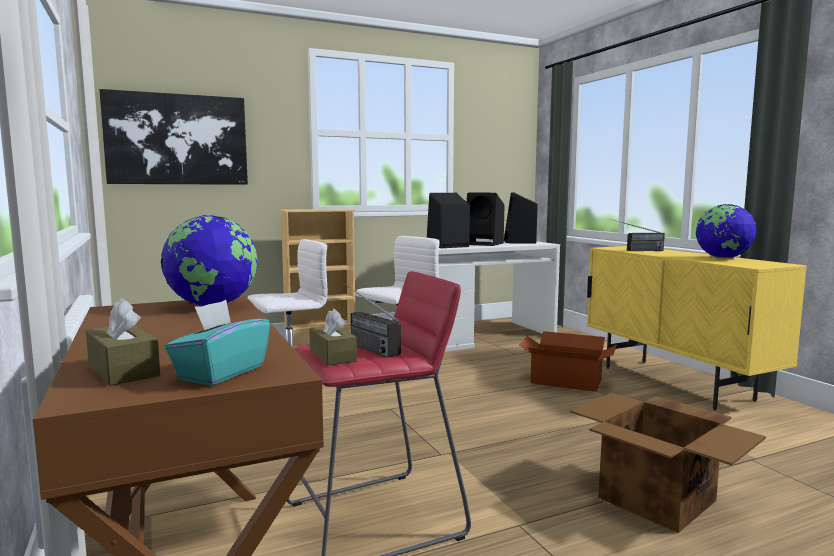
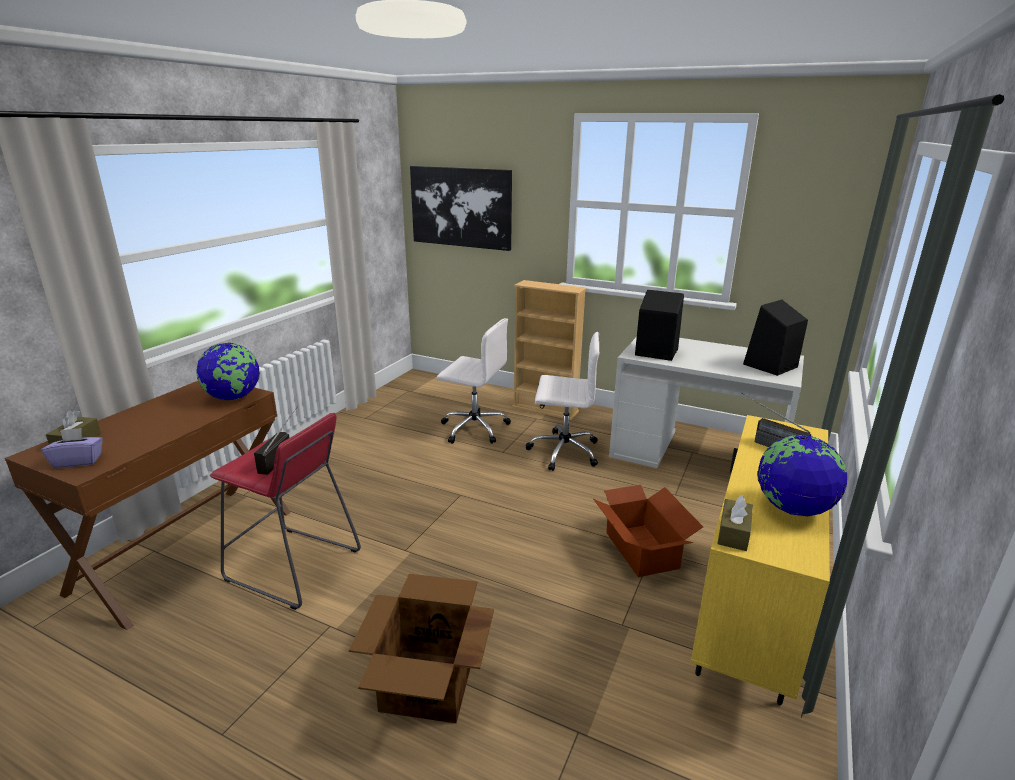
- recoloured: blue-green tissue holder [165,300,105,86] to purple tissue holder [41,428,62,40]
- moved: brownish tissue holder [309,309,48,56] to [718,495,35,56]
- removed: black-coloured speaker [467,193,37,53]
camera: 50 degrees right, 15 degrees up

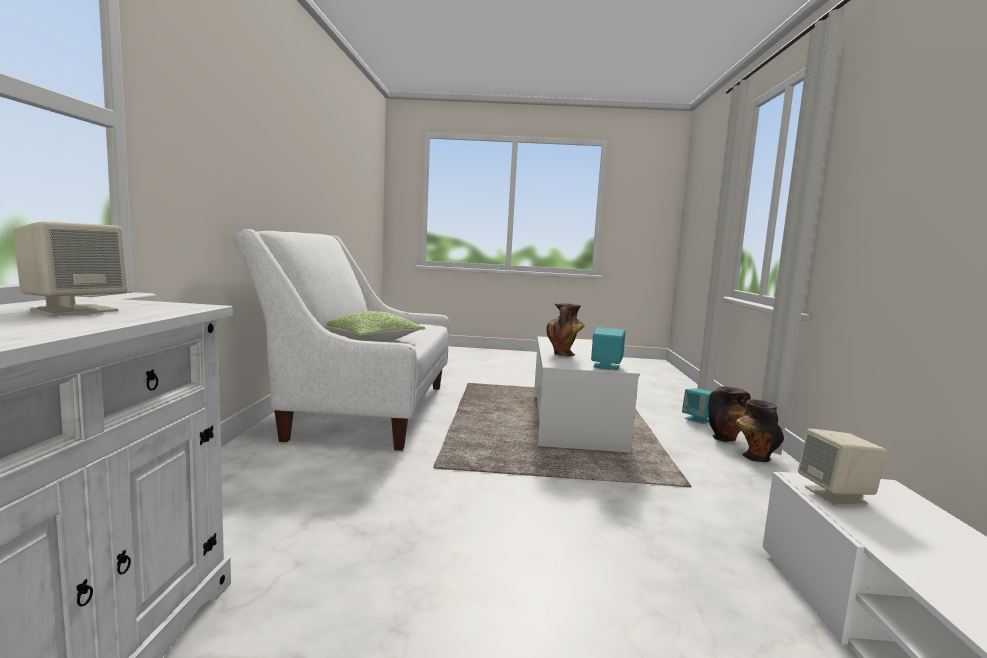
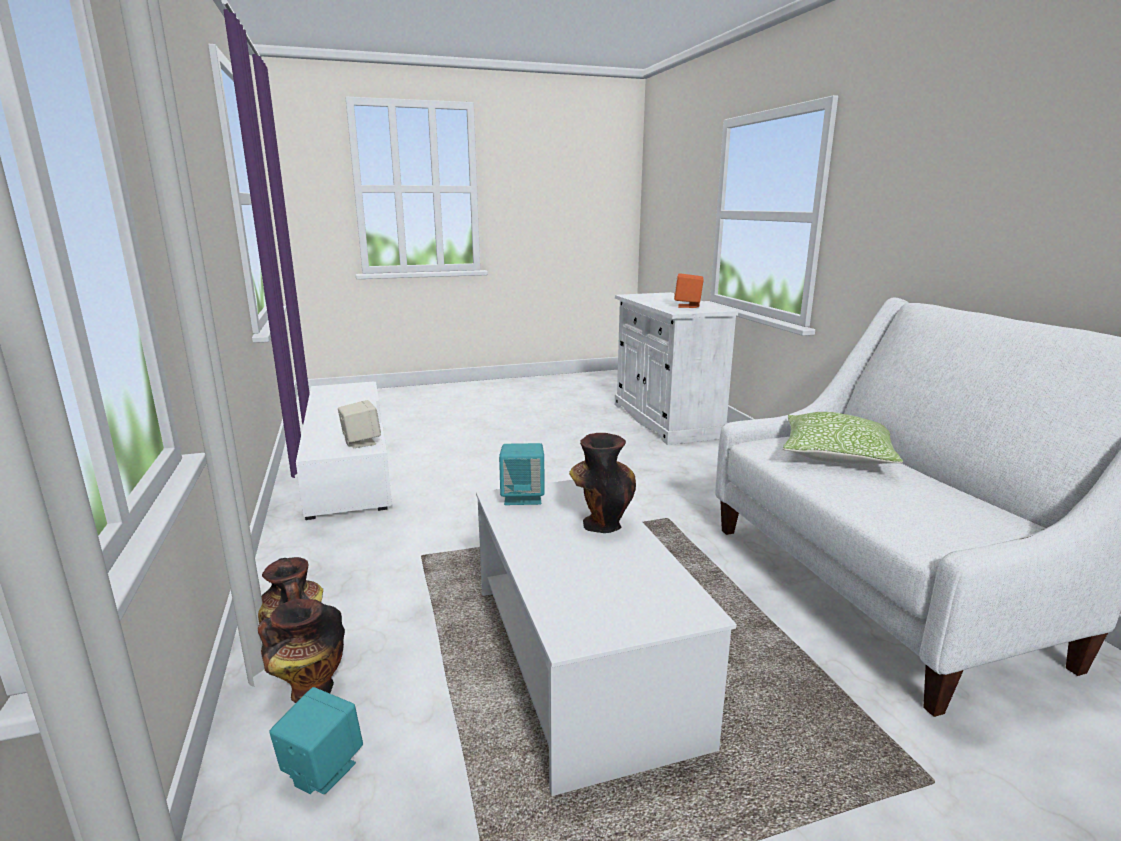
- recoloured: beige-coloured speaker [13,221,115,94] to orange speaker [674,273,30,35]
camera: 160 degrees right, 10 degrees up

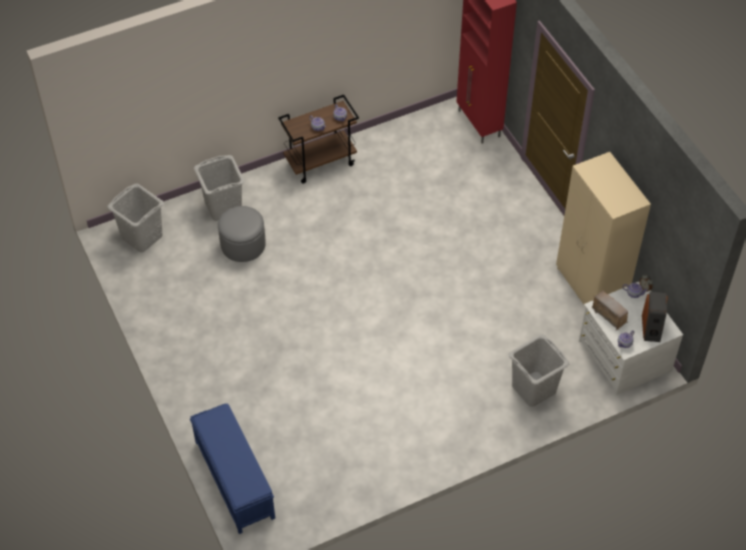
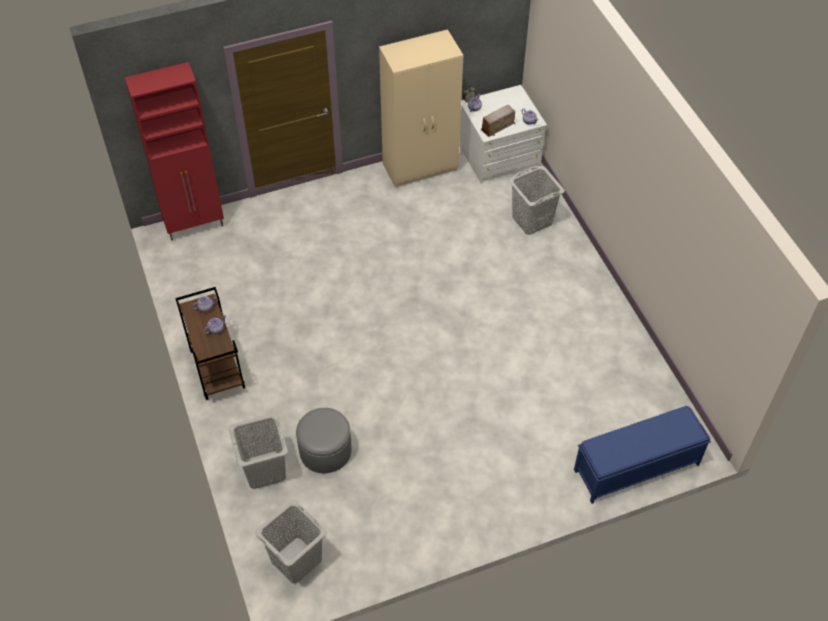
- removed: speaker [642,292,26,50]
camera: 85 degrees left, 0 degrees up

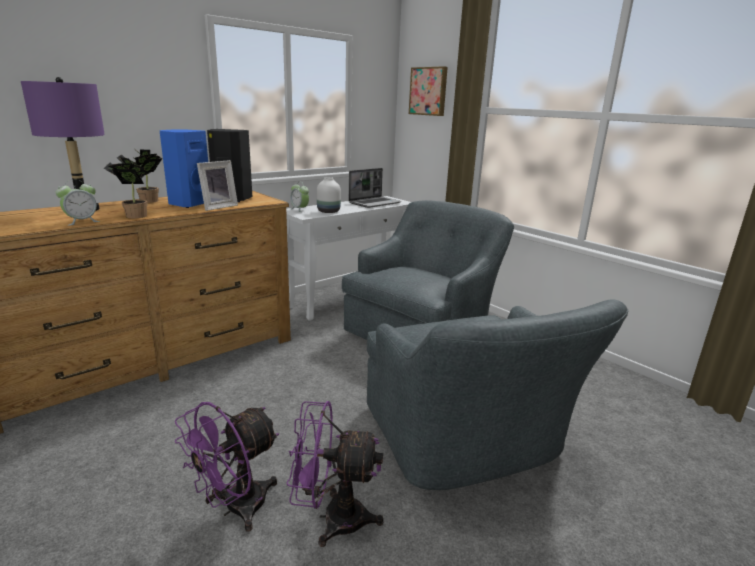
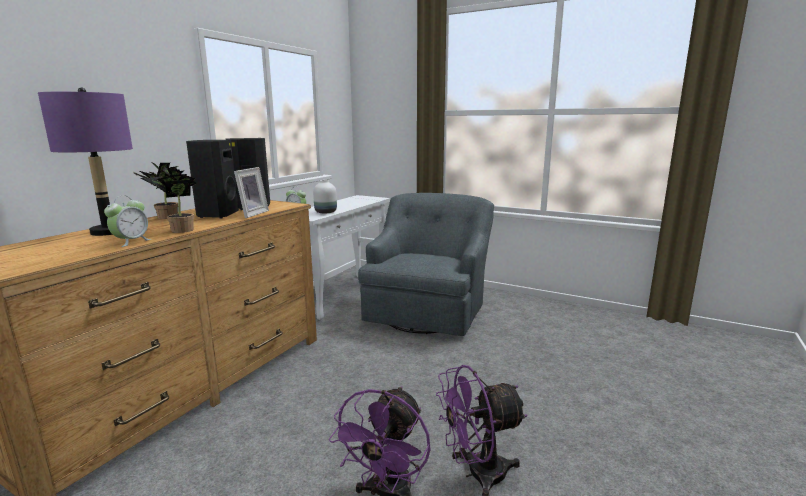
- recoloured: blue-coloured speaker [160,129,48,79] to black-coloured speaker [186,140,53,79]
- removed: notebook computer [349,168,53,40]
- removed: greyish lounge chair [367,300,261,190]
- removed: picture [409,66,39,50]
camera: 20 degrees left, 5 degrees down

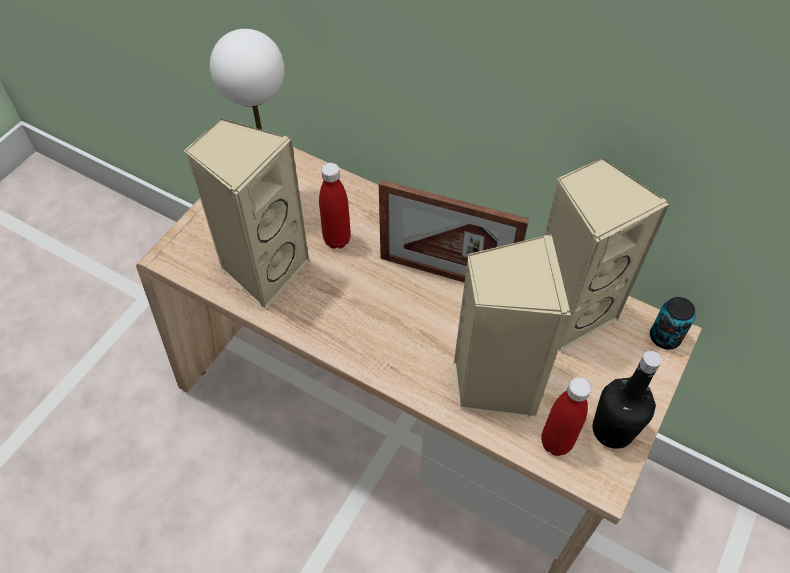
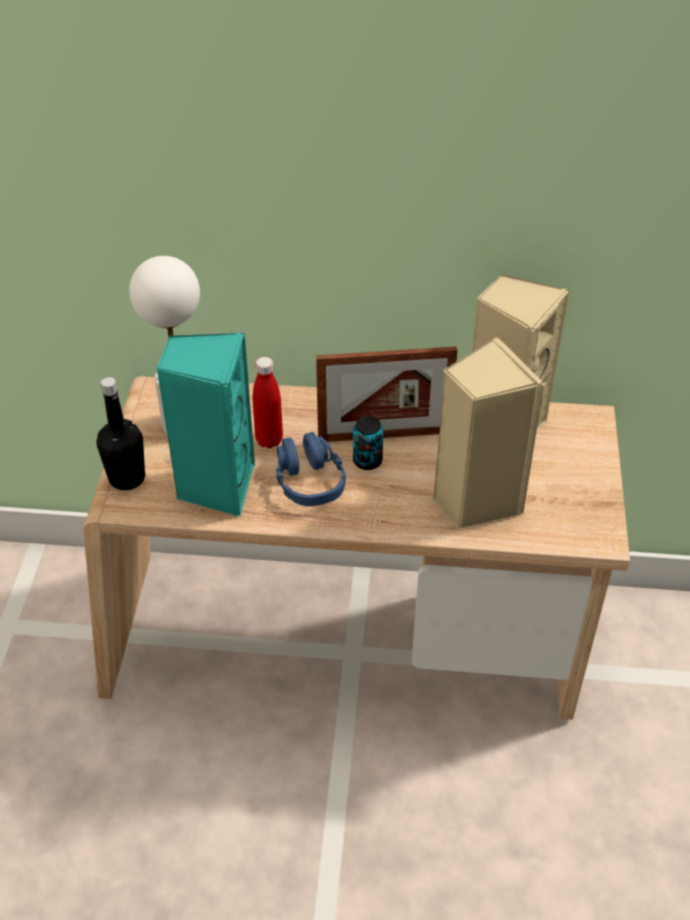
- recoloured: beige-coloured speaker [184,117,126,192] to blue-green speaker [156,333,99,184]
- removed: red-coloured beverage bottle [541,377,50,79]
- moved: black-coloured beverage bottle [592,351,70,98] to [96,377,49,113]
- moved: metal can [650,297,46,53] to [353,416,31,54]
- added: blue-coloured pair of headphones [276,432,70,74]
camera: 25 degrees left, 10 degrees down

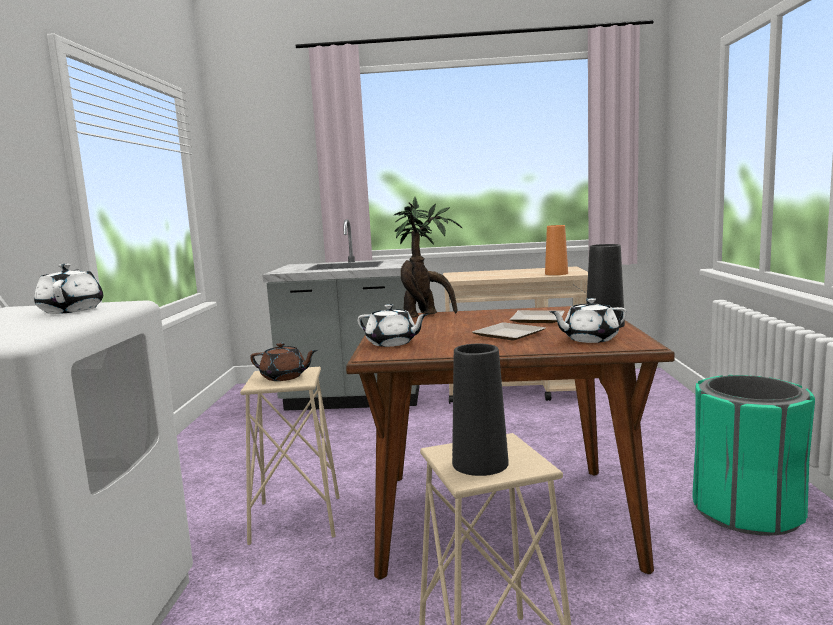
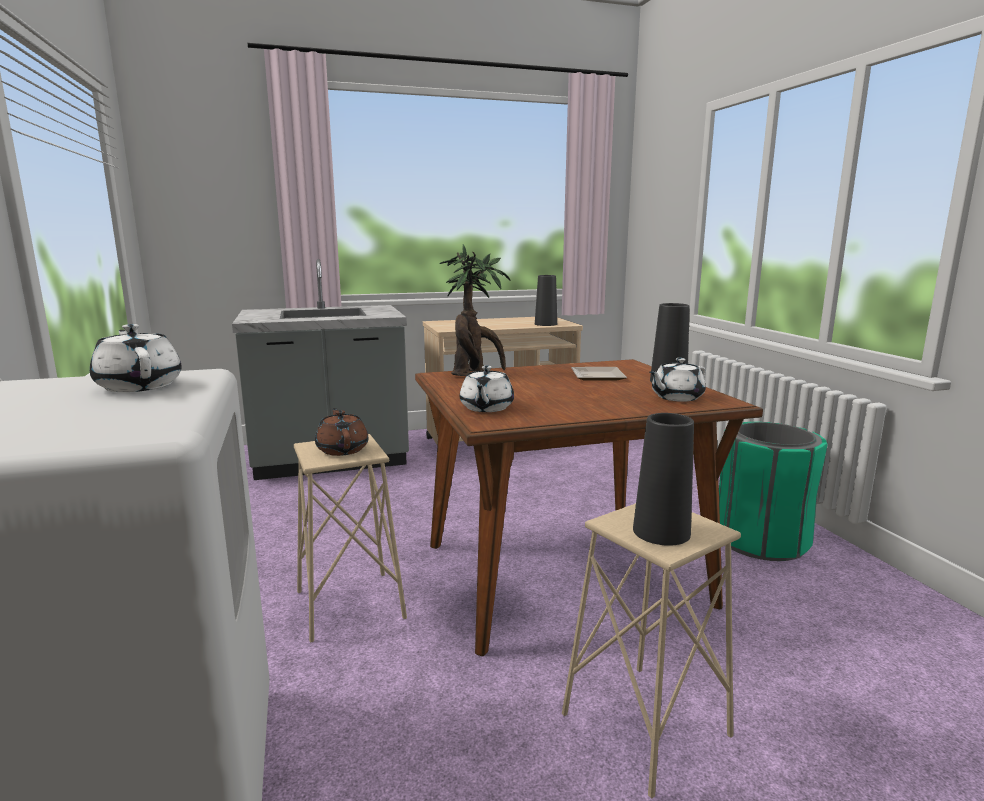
- turned: brownish tea pot [250,342,68,39] = [315,408,54,48] 105 degrees counterclockwise
- turned: white-coloured tea pot [357,304,71,43] = [460,366,54,46] 90 degrees clockwise
- removed: flat dish [472,322,74,19]
- recoloured: orange flower vase [545,225,23,50] to black-coloured flower vase [535,275,22,51]
camera: 20 degrees left, 5 degrees up

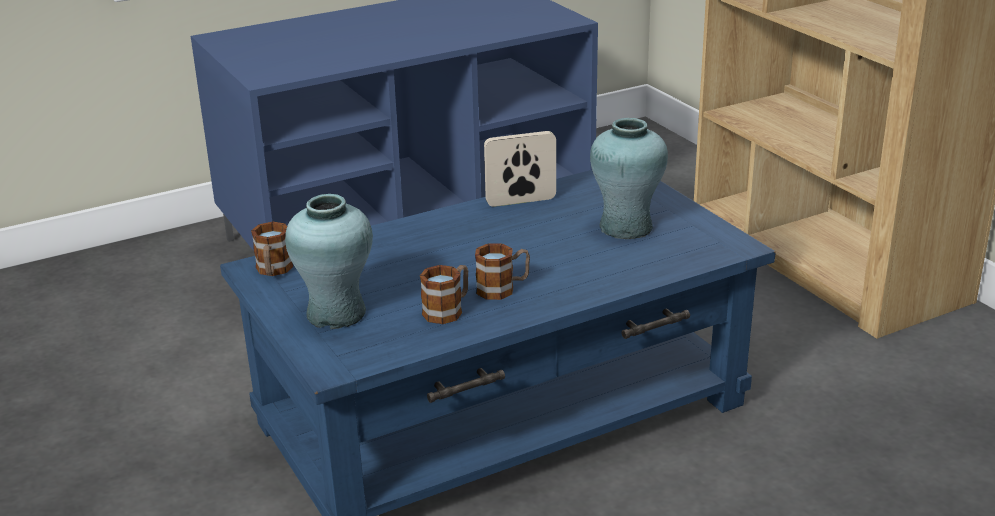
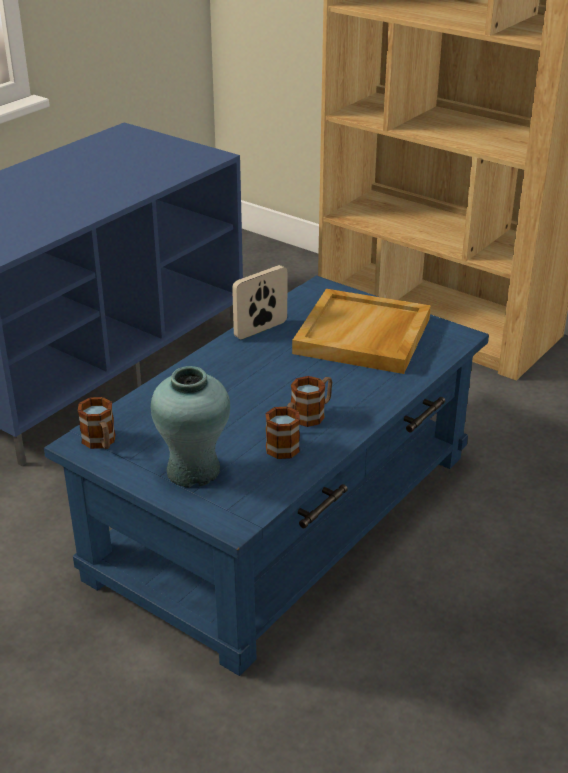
- replaced: blue-green flower vase [590,118,78,121] to beige-coloured carrying tray [292,289,139,85]
camera: 25 degrees left, 5 degrees up

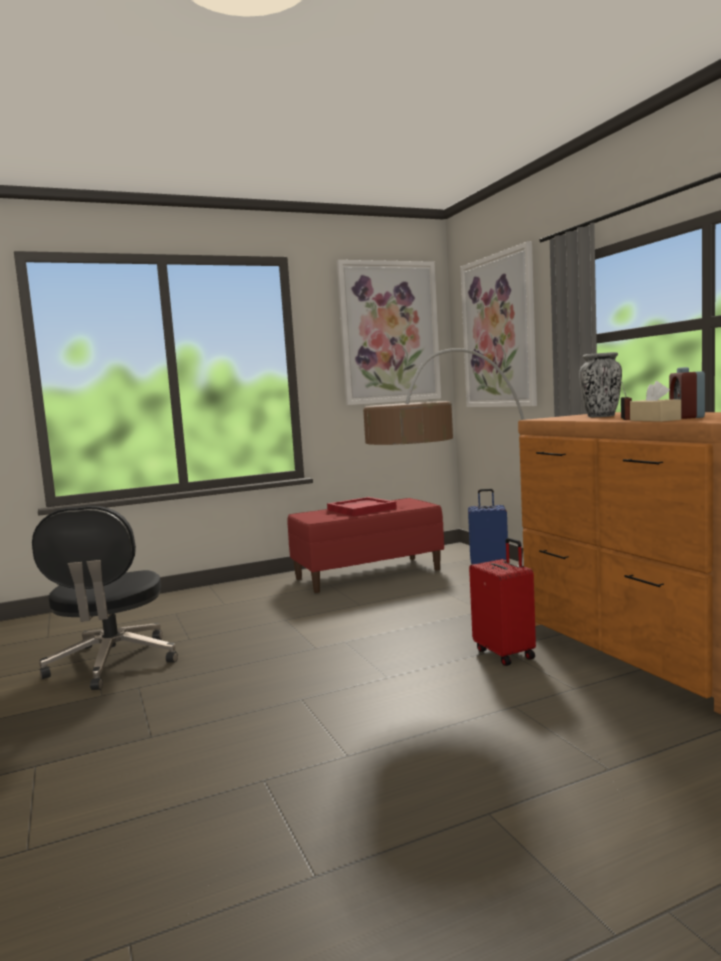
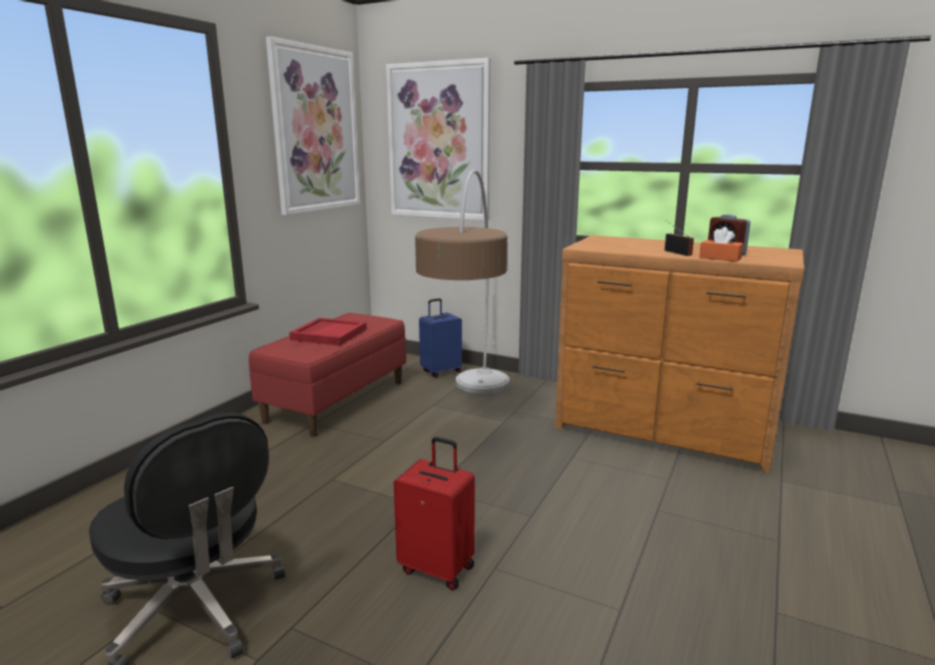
- moved: red-coloured suitcase [469,538,67,128] to [394,437,81,153]
- removed: flower vase [579,352,43,65]
- recoloured: beige-coloured tissue holder [630,381,51,41] to orange tissue holder [699,227,45,35]
camera: 40 degrees left, 10 degrees up

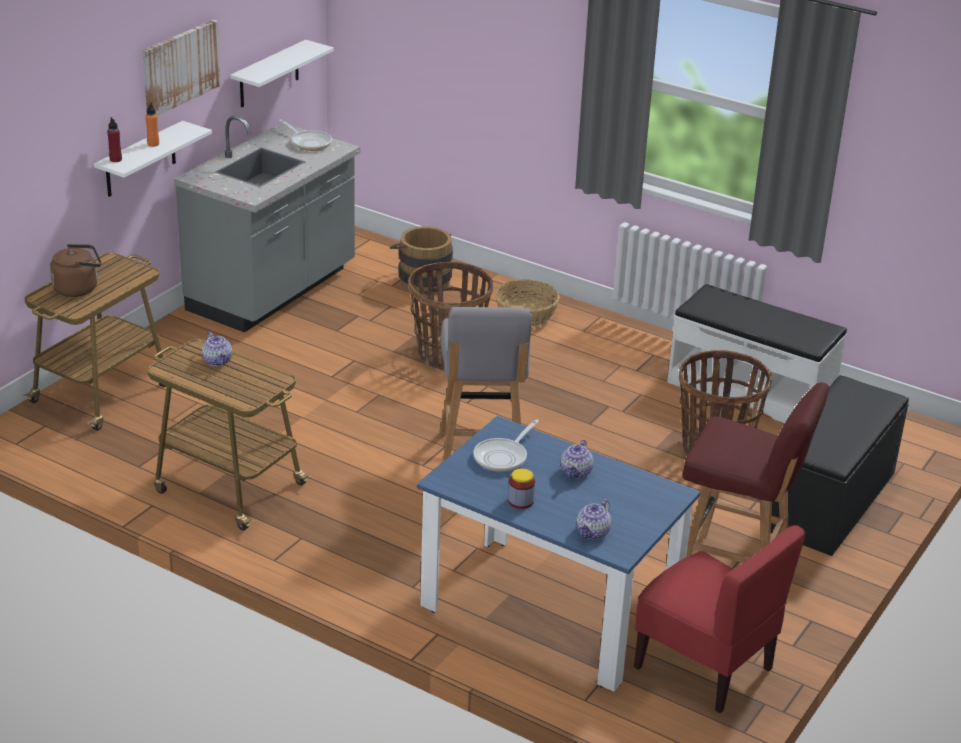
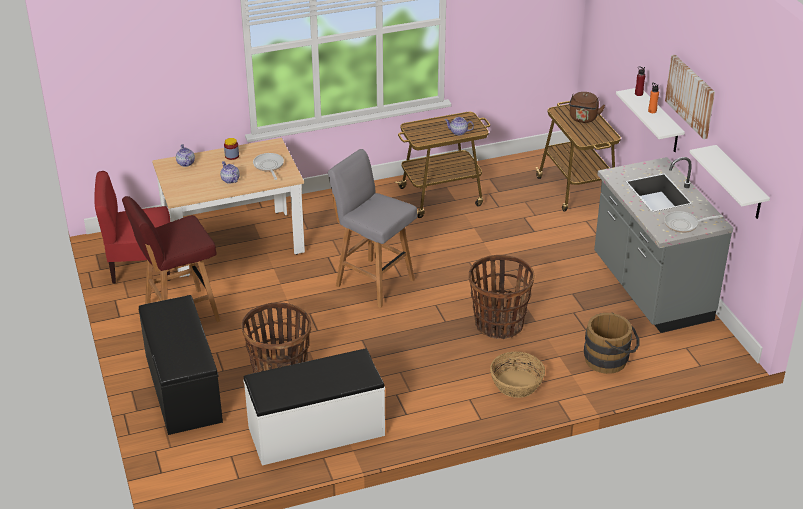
- recoloured: blue-coloured dining table [417,416,283,276] to beige-coloured dining table [152,138,153,139]
camera: 130 degrees right, 5 degrees up

